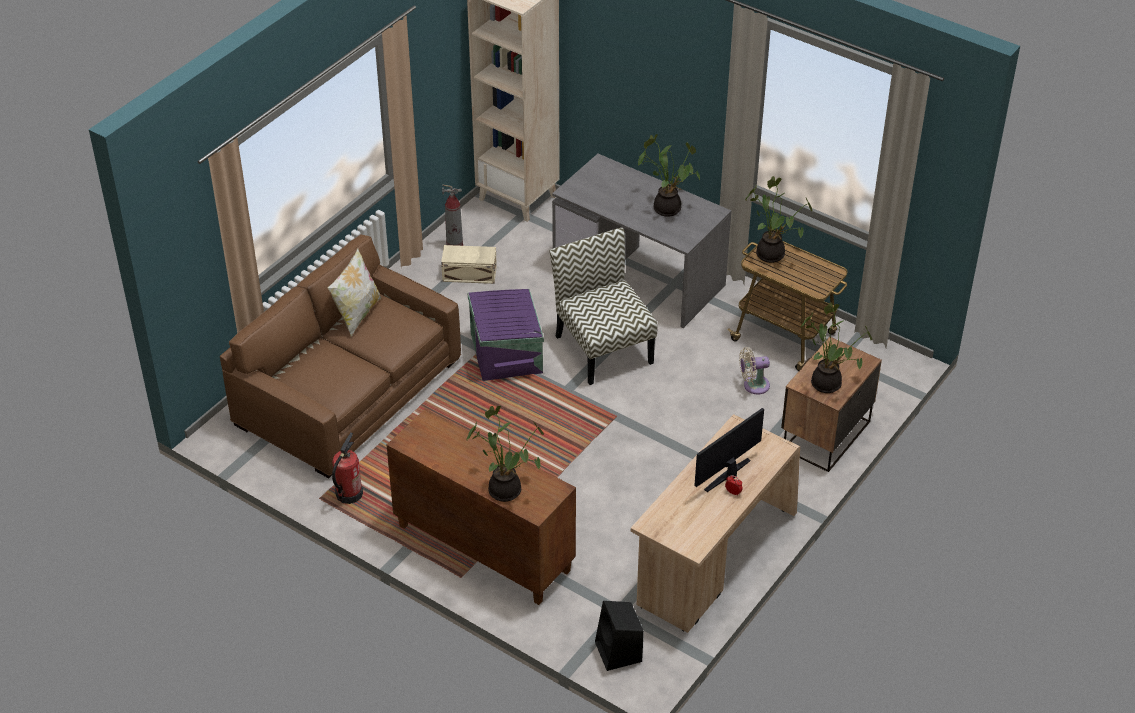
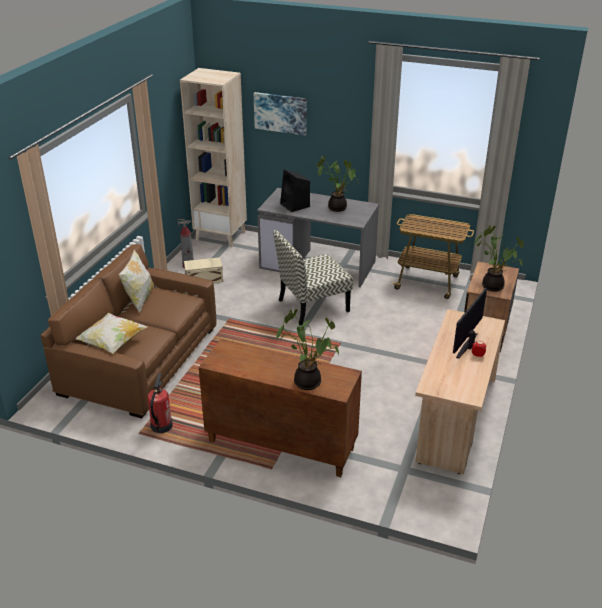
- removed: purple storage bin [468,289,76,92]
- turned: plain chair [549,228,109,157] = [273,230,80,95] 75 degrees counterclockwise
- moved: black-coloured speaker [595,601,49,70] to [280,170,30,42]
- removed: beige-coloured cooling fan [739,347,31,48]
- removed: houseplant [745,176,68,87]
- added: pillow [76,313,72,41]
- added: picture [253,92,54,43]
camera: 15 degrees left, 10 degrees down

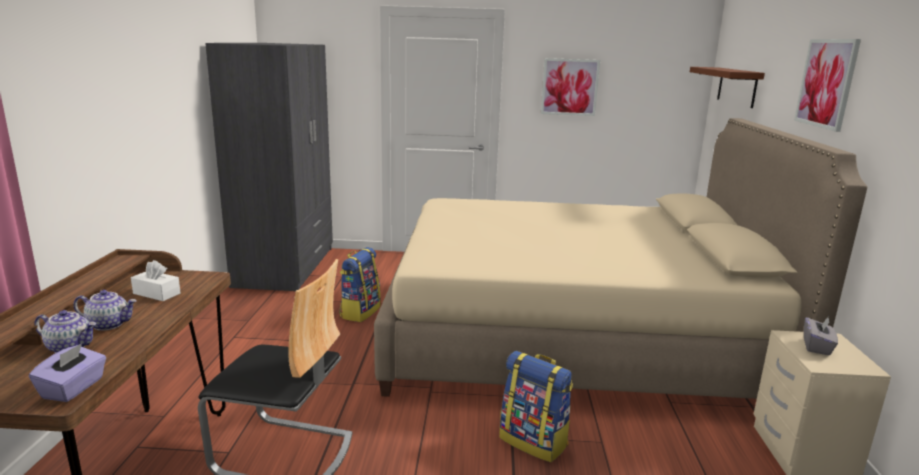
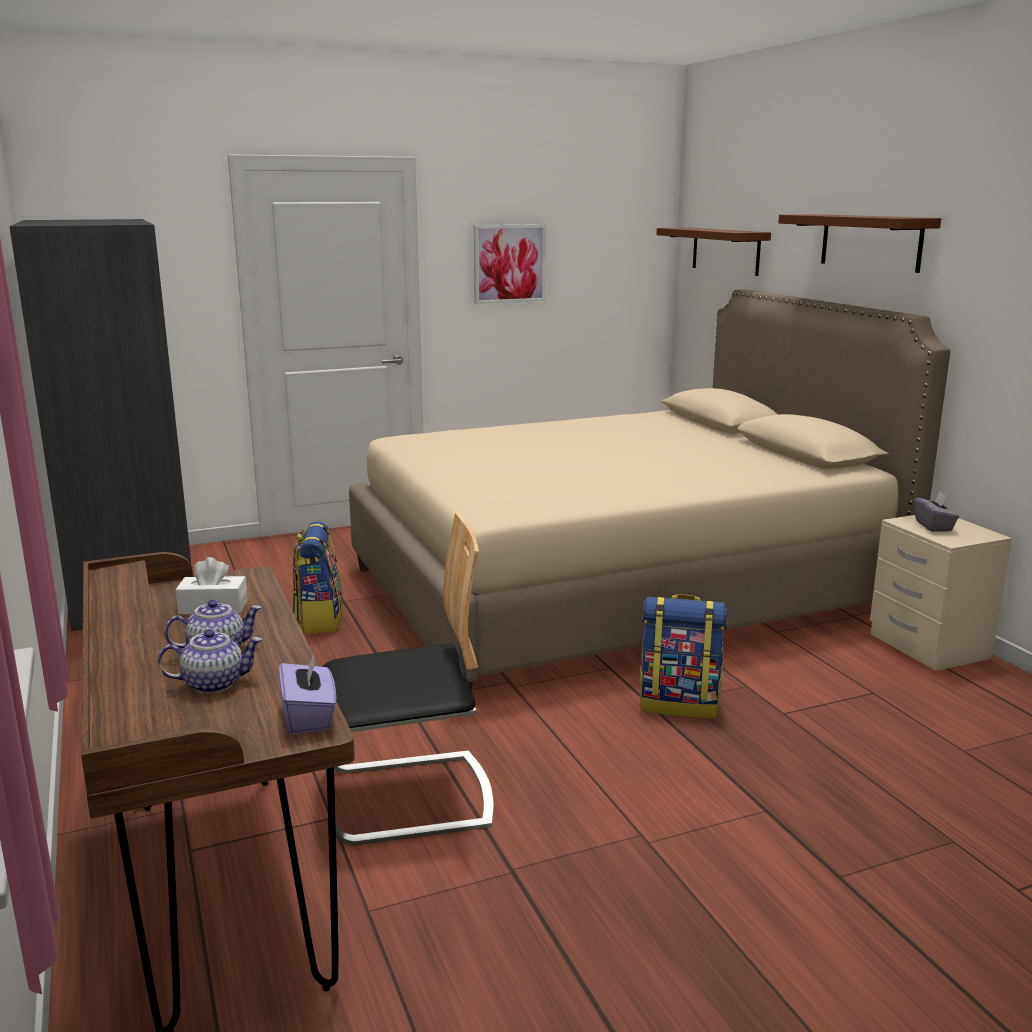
- replaced: picture [794,39,67,93] to brownish shelf [778,214,163,59]
camera: 25 degrees left, 0 degrees up

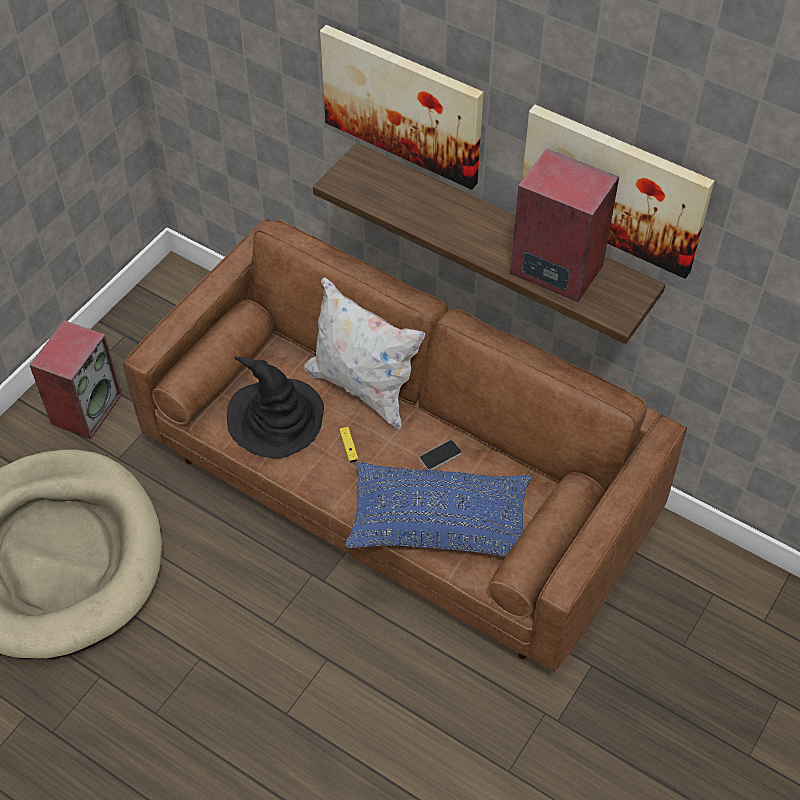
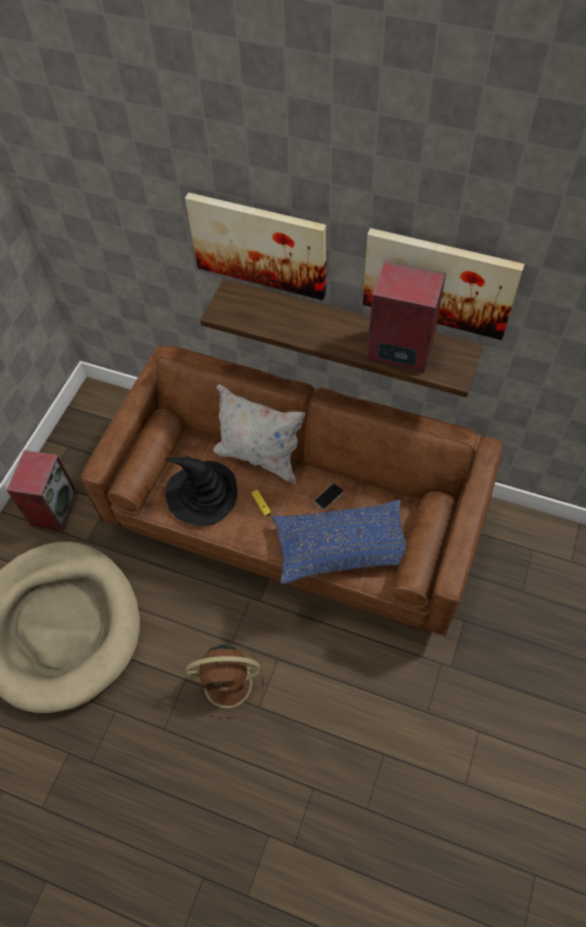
- added: brownish cooling fan [186,645,78,73]
camera: 10 degrees left, 5 degrees up

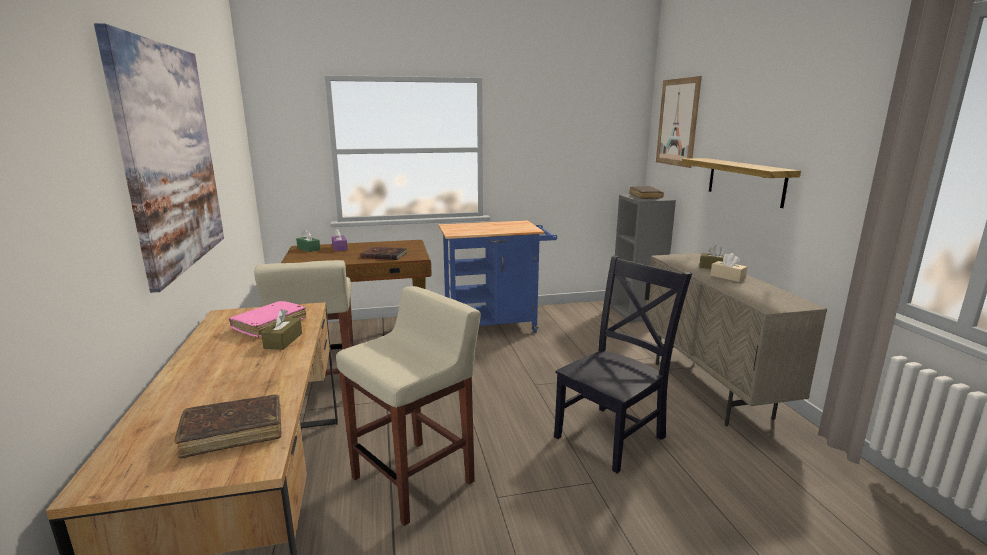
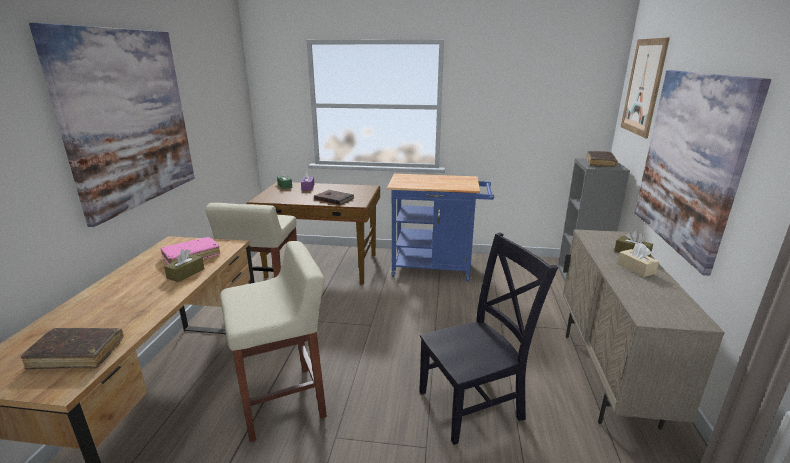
- replaced: shelf [681,158,120,50] to picture [635,70,136,206]
camera: 20 degrees right, 5 degrees up

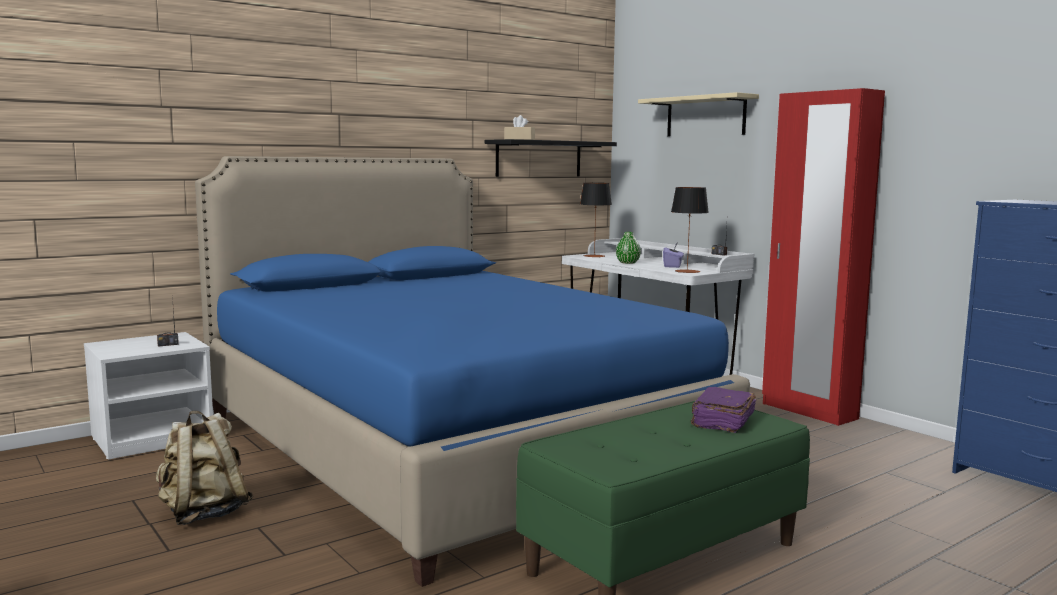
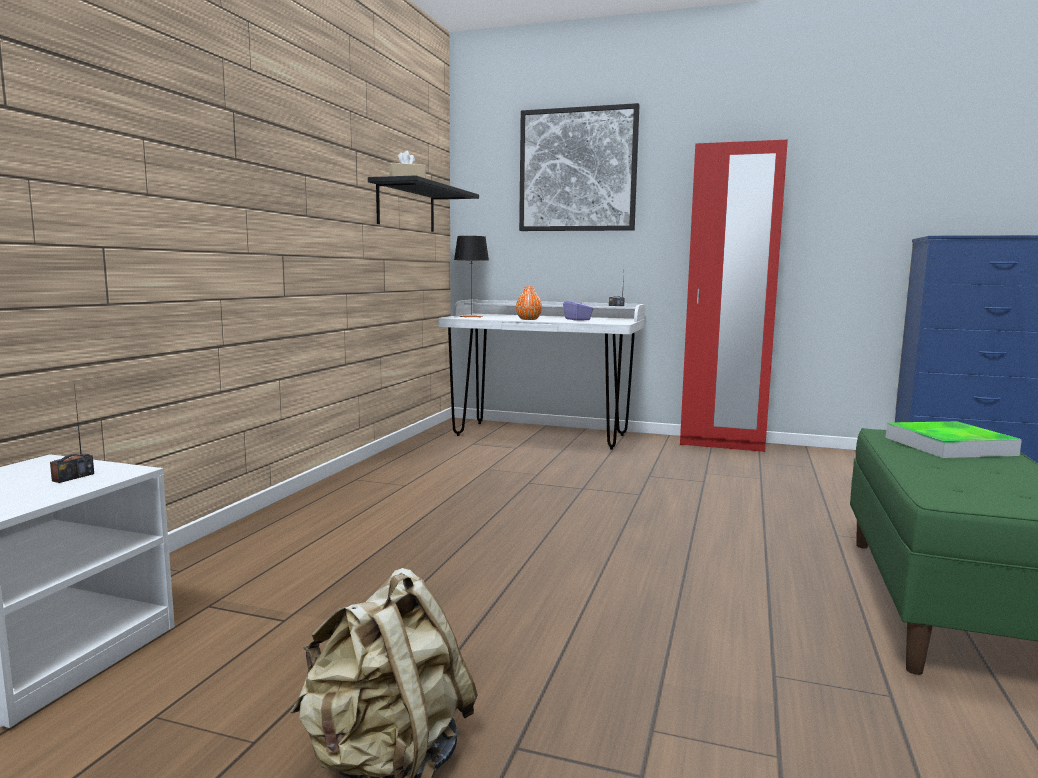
- removed: blue-coloured bedroom bed [195,156,555,431]
- recoloured: green-coloured flower vase [616,232,25,32] to orange flower vase [516,286,26,34]
- replaced: beige-coloured shelf [638,92,121,44] to picture [519,103,120,128]
- removed: tabletop lamp [671,187,38,86]
- replaced: purple book [691,387,65,46] to carrying tray [886,421,136,37]
camera: 35 degrees left, 0 degrees up

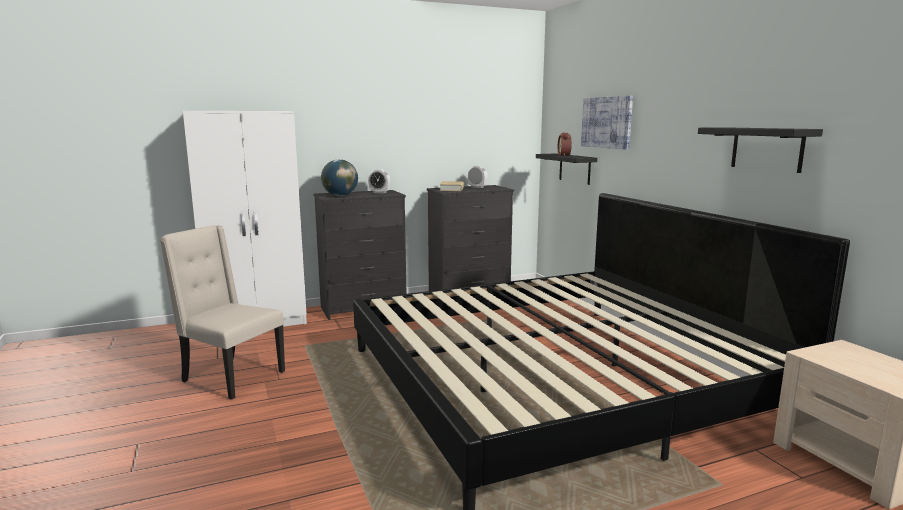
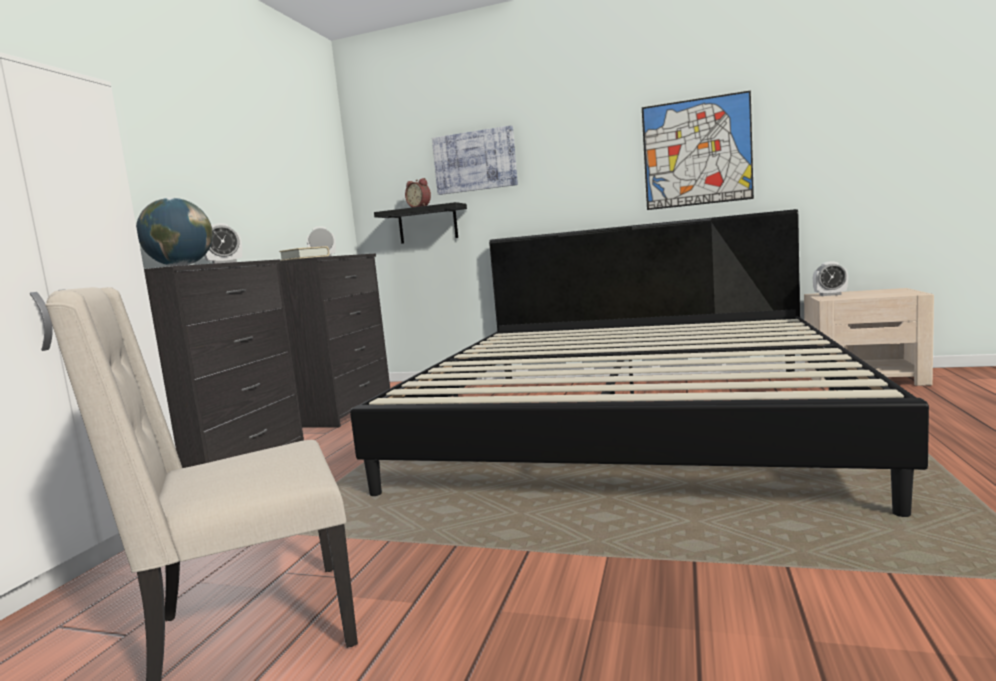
- replaced: black-coloured shelf [698,127,125,46] to picture [642,90,112,120]
- added: alarm clock [813,262,35,34]
camera: 50 degrees left, 5 degrees down

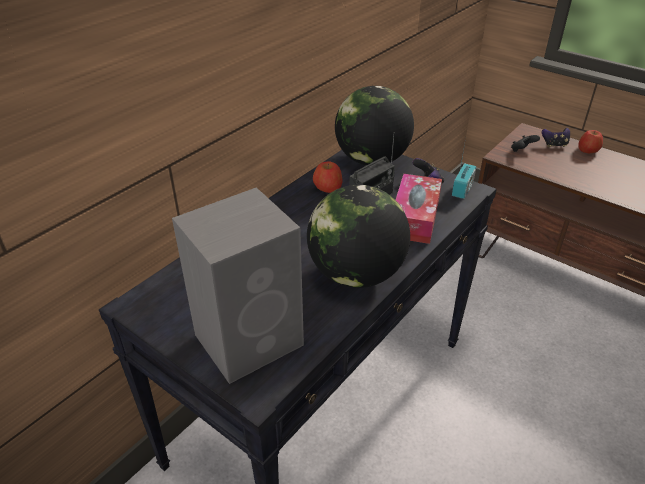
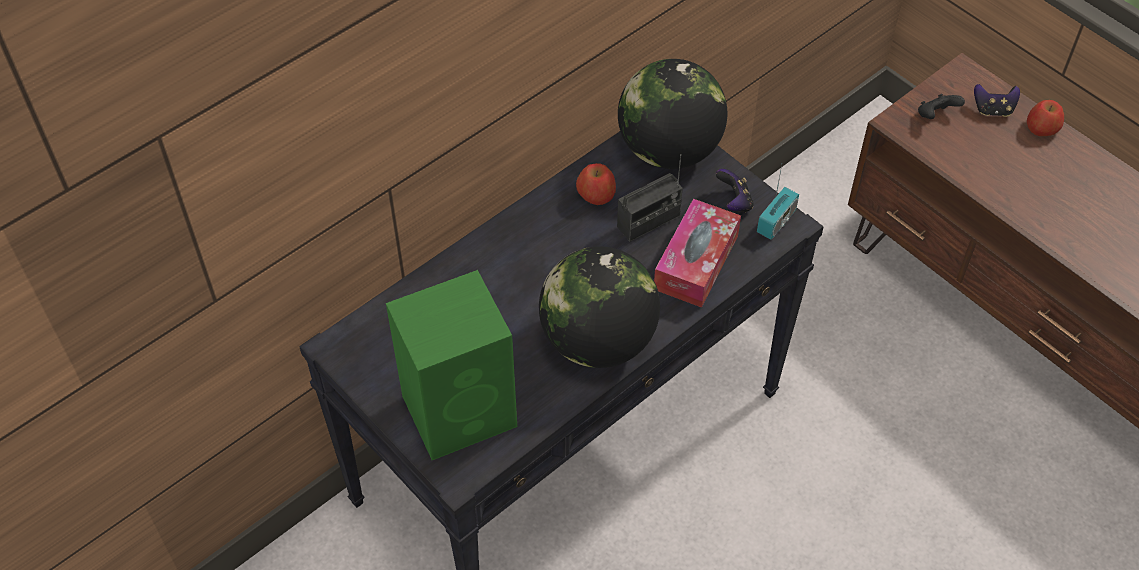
- recoloured: greyish speaker [172,187,132,197] to green-coloured speaker [386,270,131,190]
camera: 10 degrees right, 15 degrees up

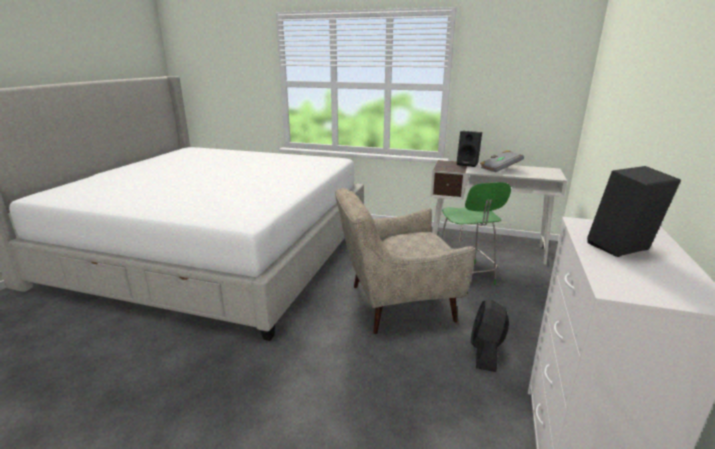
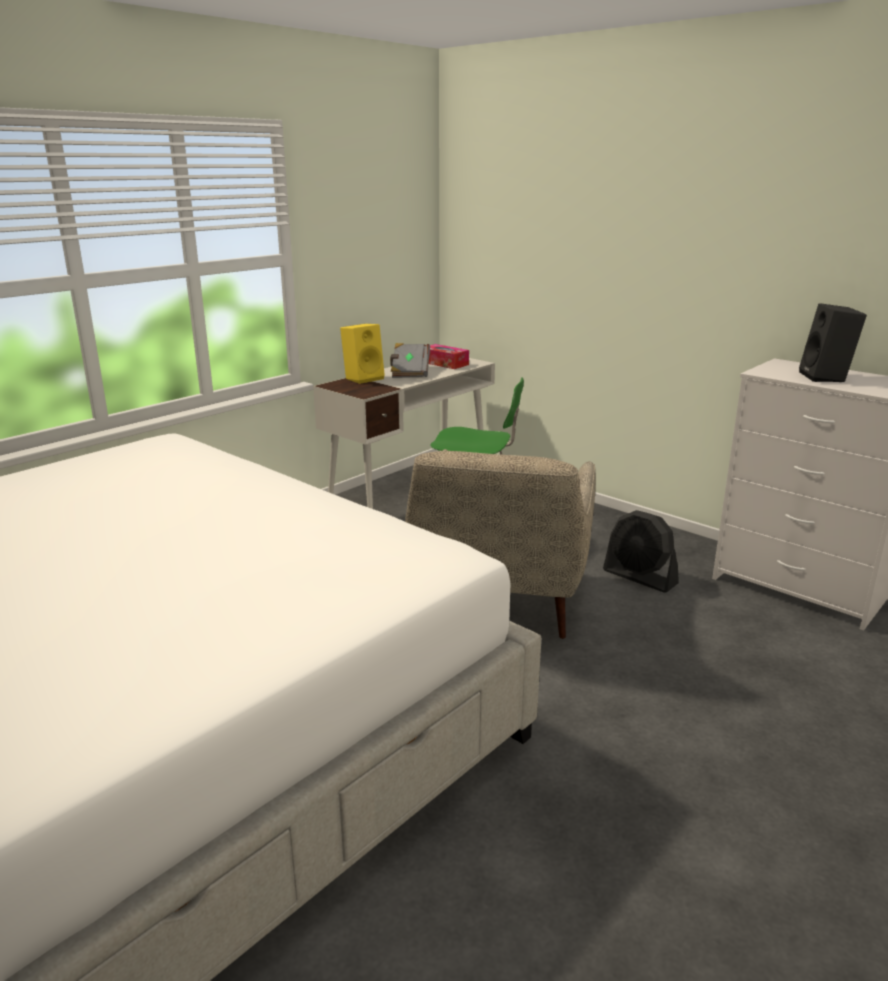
- recoloured: black-coloured speaker [457,131,25,36] to yellow speaker [340,324,45,60]
- added: tissue holder [429,344,40,25]
camera: 65 degrees left, 0 degrees up

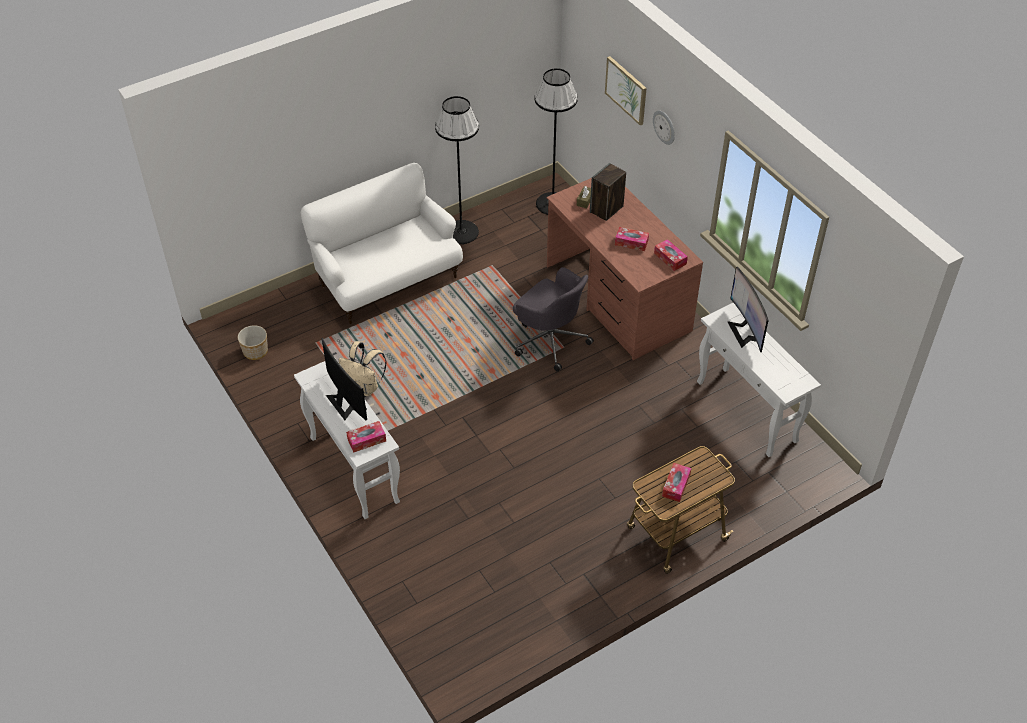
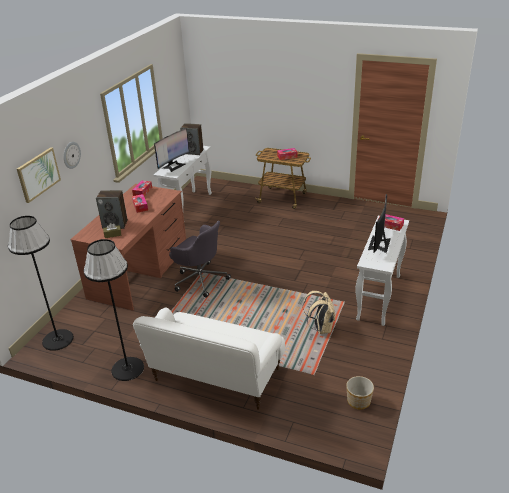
- turned: greyish desk chair [513,267,81,104] = [169,221,62,77] 120 degrees clockwise
- added: speaker [180,123,23,32]
camera: 125 degrees left, 15 degrees down

